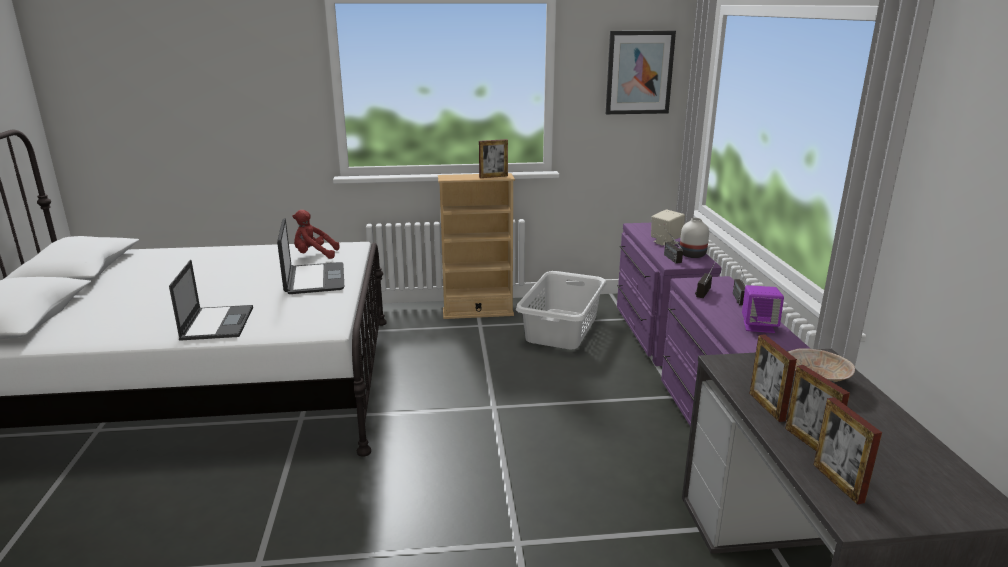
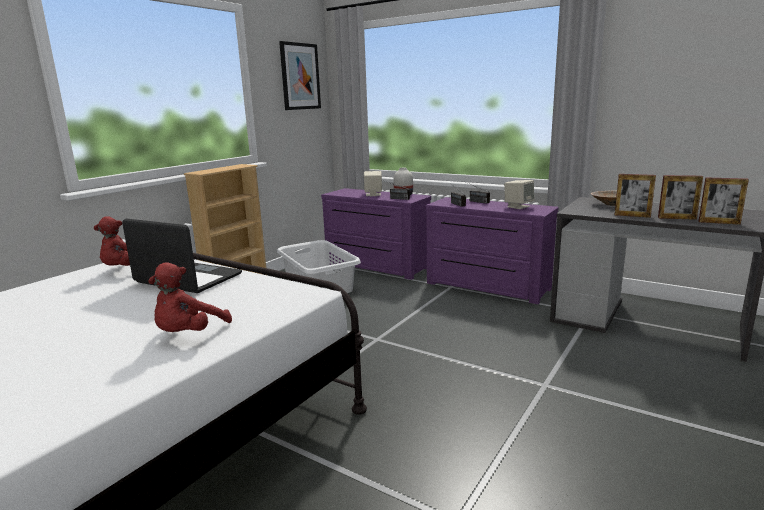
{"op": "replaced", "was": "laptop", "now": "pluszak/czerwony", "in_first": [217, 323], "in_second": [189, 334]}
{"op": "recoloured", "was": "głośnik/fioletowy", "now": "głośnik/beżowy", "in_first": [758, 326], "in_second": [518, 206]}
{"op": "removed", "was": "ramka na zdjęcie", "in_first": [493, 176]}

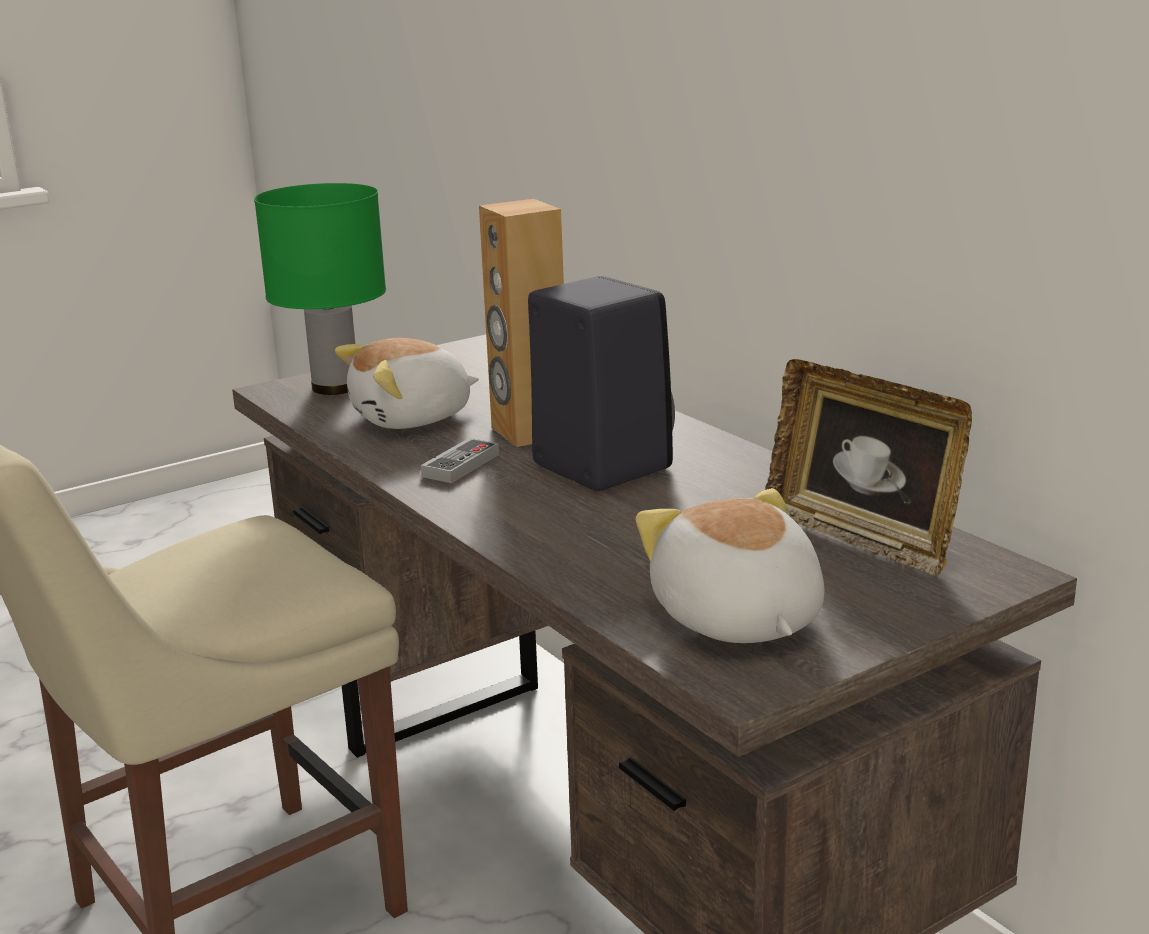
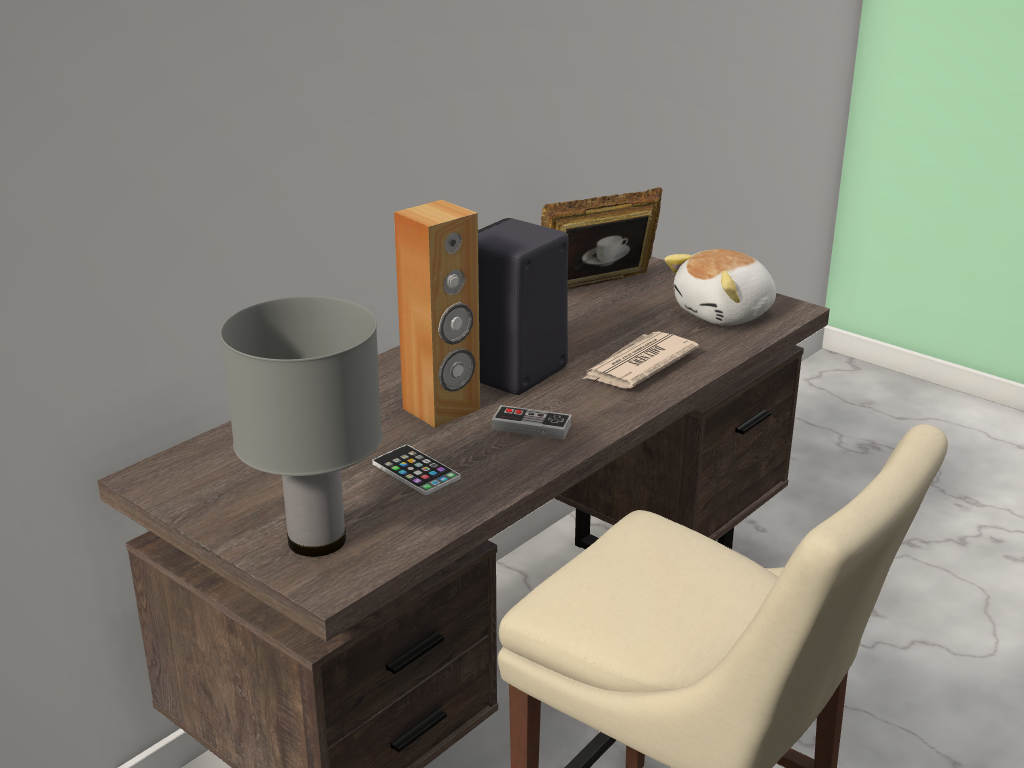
{"op": "recoloured", "was": "lampa stołowa/zielony", "now": "lampa stołowa/szary", "in_first": [336, 387], "in_second": [318, 539]}
{"op": "replaced", "was": "pluszak", "now": "telefon", "in_first": [413, 418], "in_second": [416, 471]}
{"op": "turned", "was": "ramka na zdjęcie", "in_first": [861, 537], "in_second": [597, 290], "clockwise": -150}
{"op": "added", "now": "gazeta", "in_second": [638, 365]}

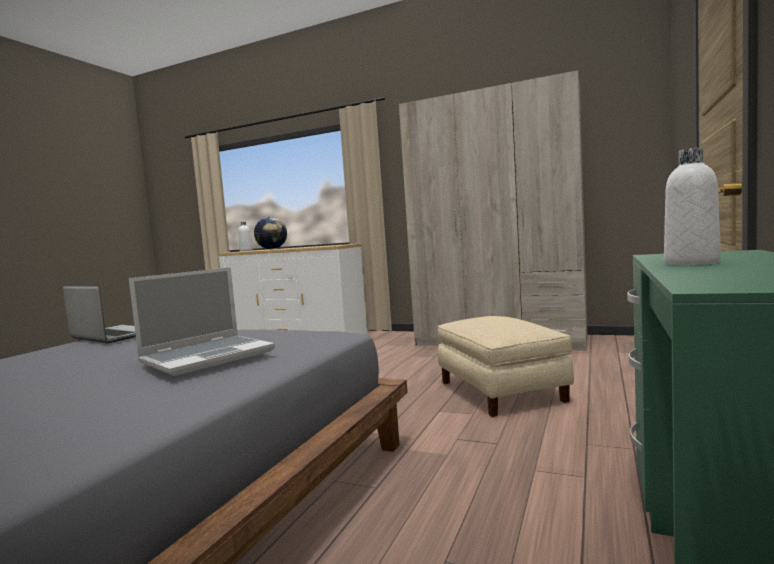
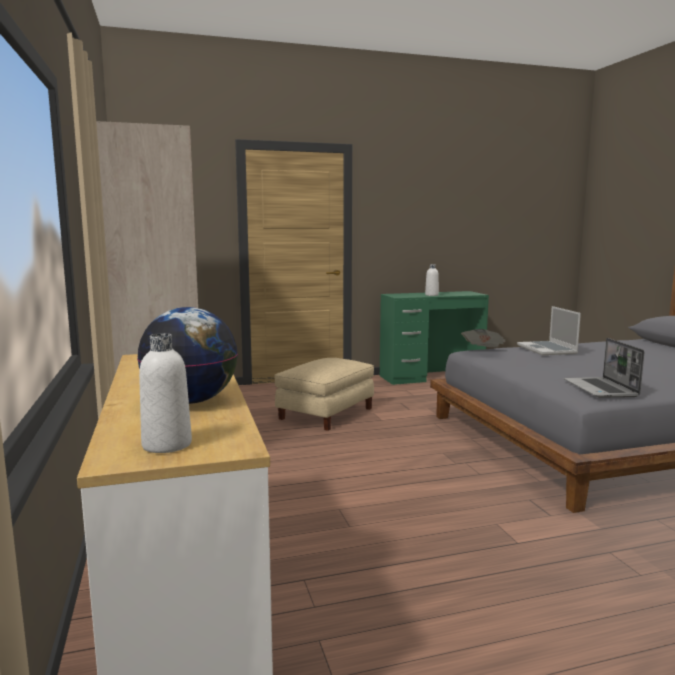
{"op": "added", "now": "gazeta", "in_second": [483, 350]}
{"op": "turned", "was": "laptop", "in_first": [208, 356], "in_second": [547, 349], "clockwise": -105}

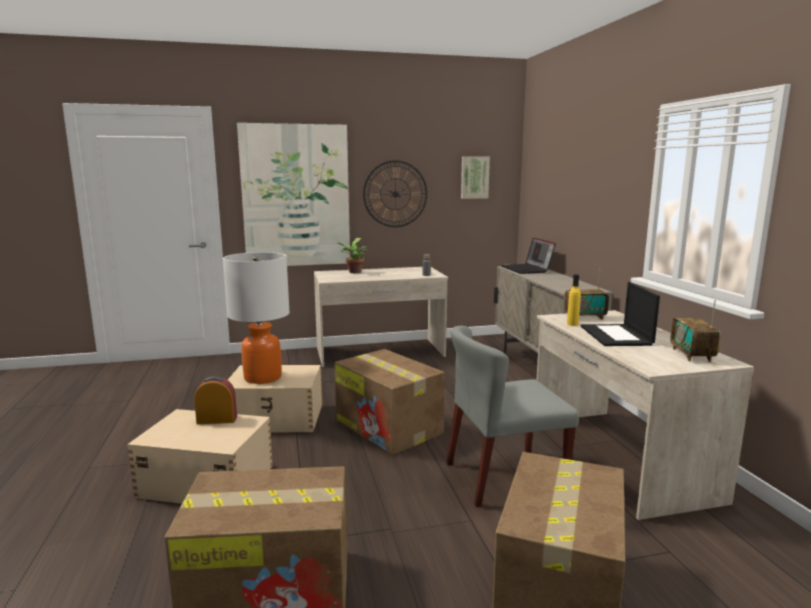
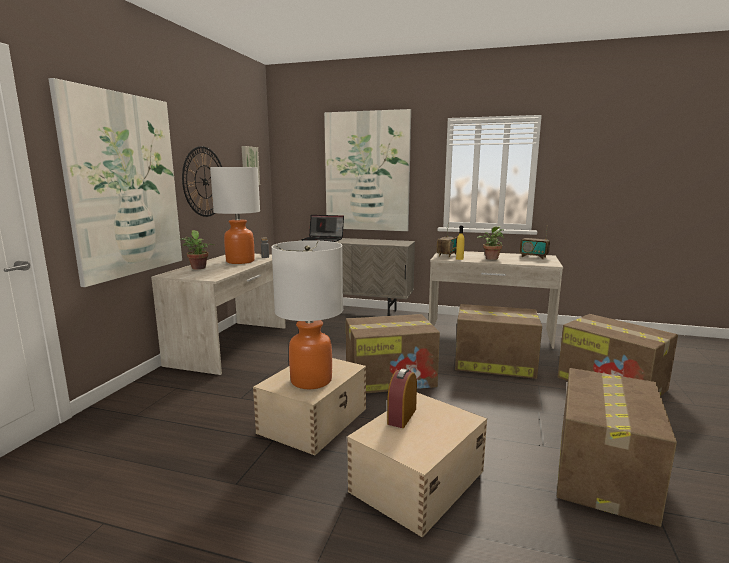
{"op": "added", "now": "lampa stołowa", "in_second": [240, 261]}
{"op": "added", "now": "obraz", "in_second": [367, 172]}
{"op": "replaced", "was": "krzesło/szary", "now": "karton", "in_first": [503, 477], "in_second": [493, 363]}
{"op": "replaced", "was": "laptop", "now": "roślina doniczkowa", "in_first": [616, 336], "in_second": [491, 258]}

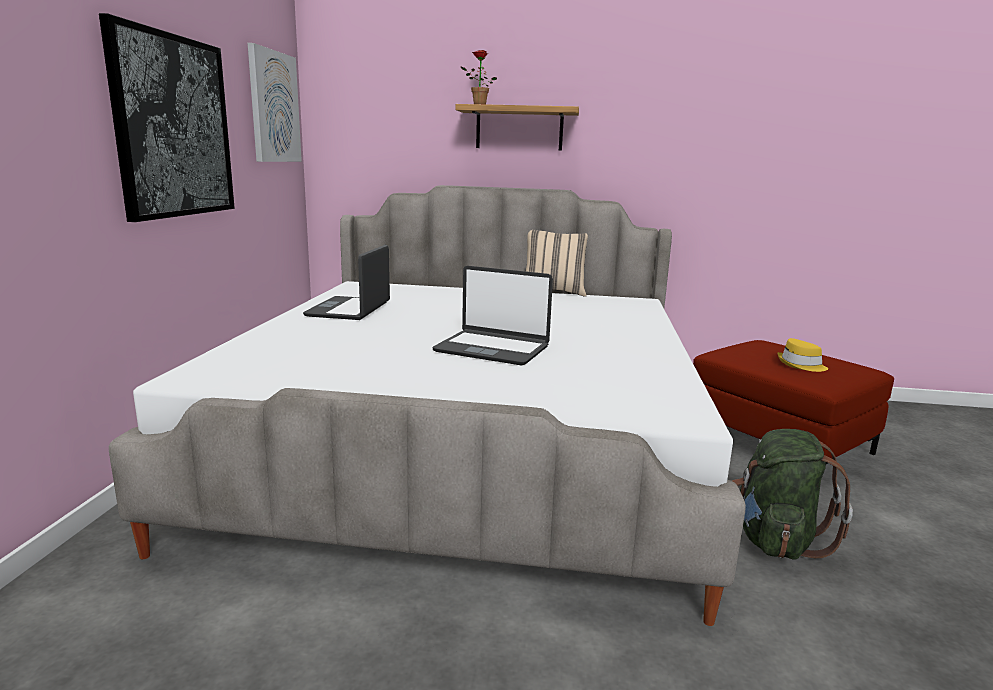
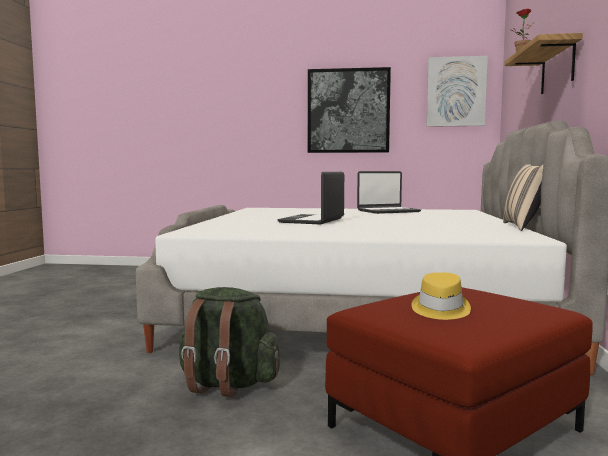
{"op": "turned", "was": "laptop", "in_first": [350, 310], "in_second": [388, 211], "clockwise": 150}

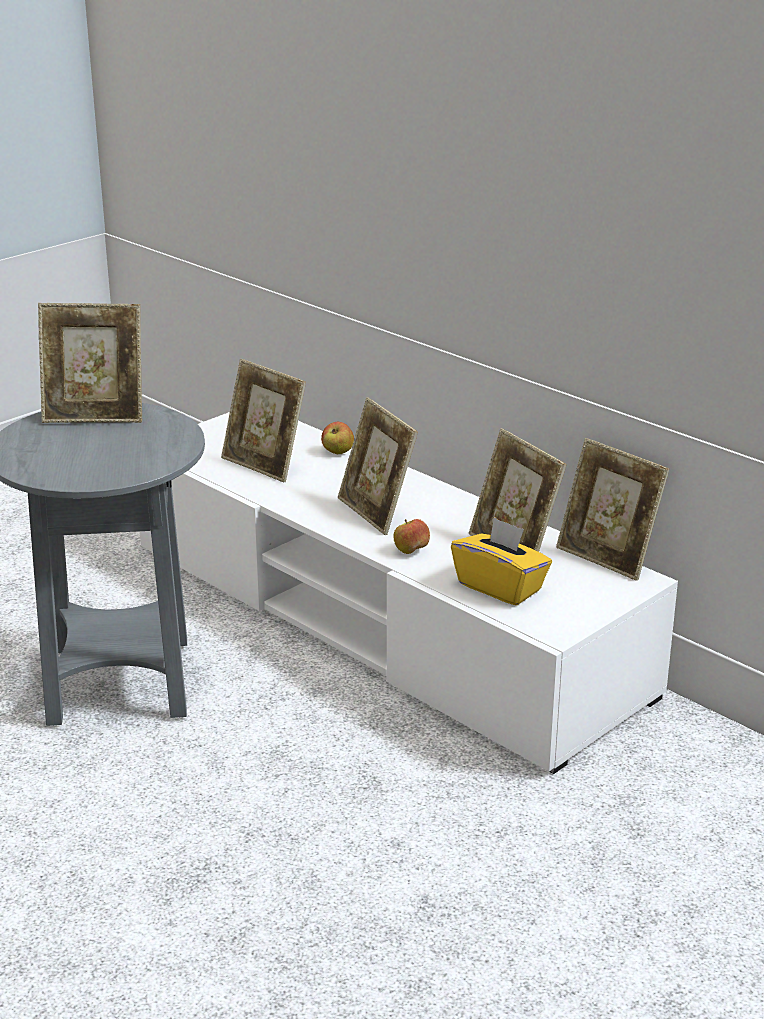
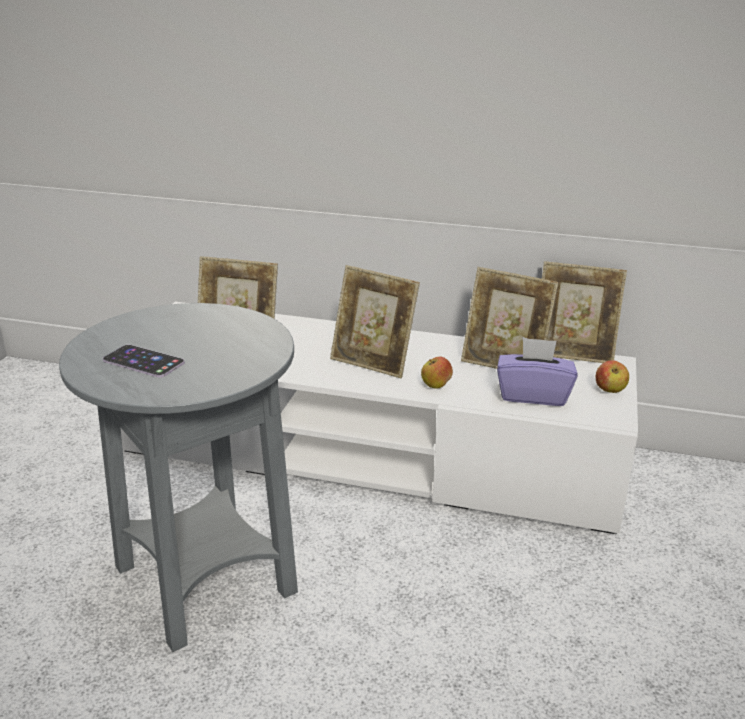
{"op": "added", "now": "telefon", "in_second": [143, 361]}
{"op": "recoloured", "was": "pudełko chusteczek/żółty", "now": "pudełko chusteczek/fioletowy", "in_first": [500, 587], "in_second": [533, 395]}
{"op": "moved", "was": "jabłko", "in_first": [337, 452], "in_second": [610, 390]}
{"op": "removed", "was": "ramka na zdjęcie", "in_first": [95, 415]}

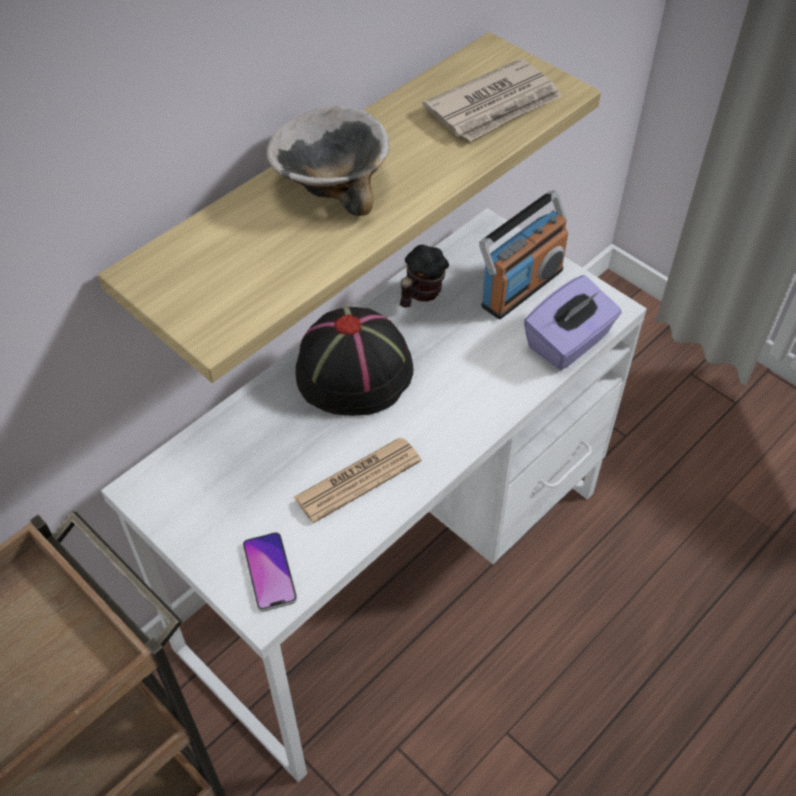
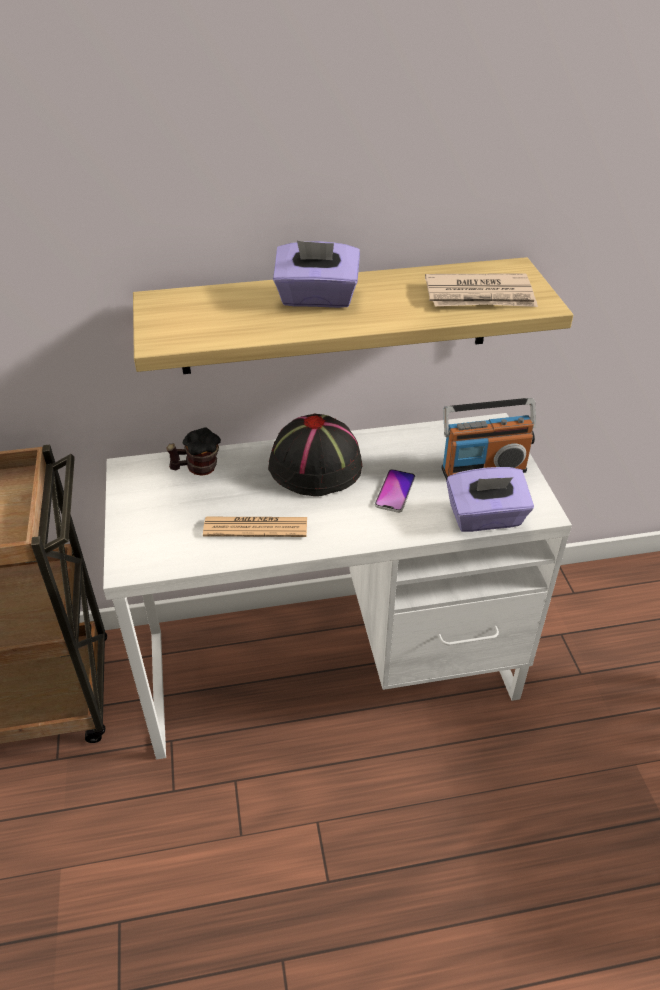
{"op": "moved", "was": "kubek", "in_first": [420, 295], "in_second": [197, 469]}
{"op": "replaced", "was": "miska", "now": "pudełko chusteczek/fioletowy", "in_first": [331, 185], "in_second": [317, 298]}
{"op": "moved", "was": "telefon", "in_first": [269, 572], "in_second": [395, 491]}

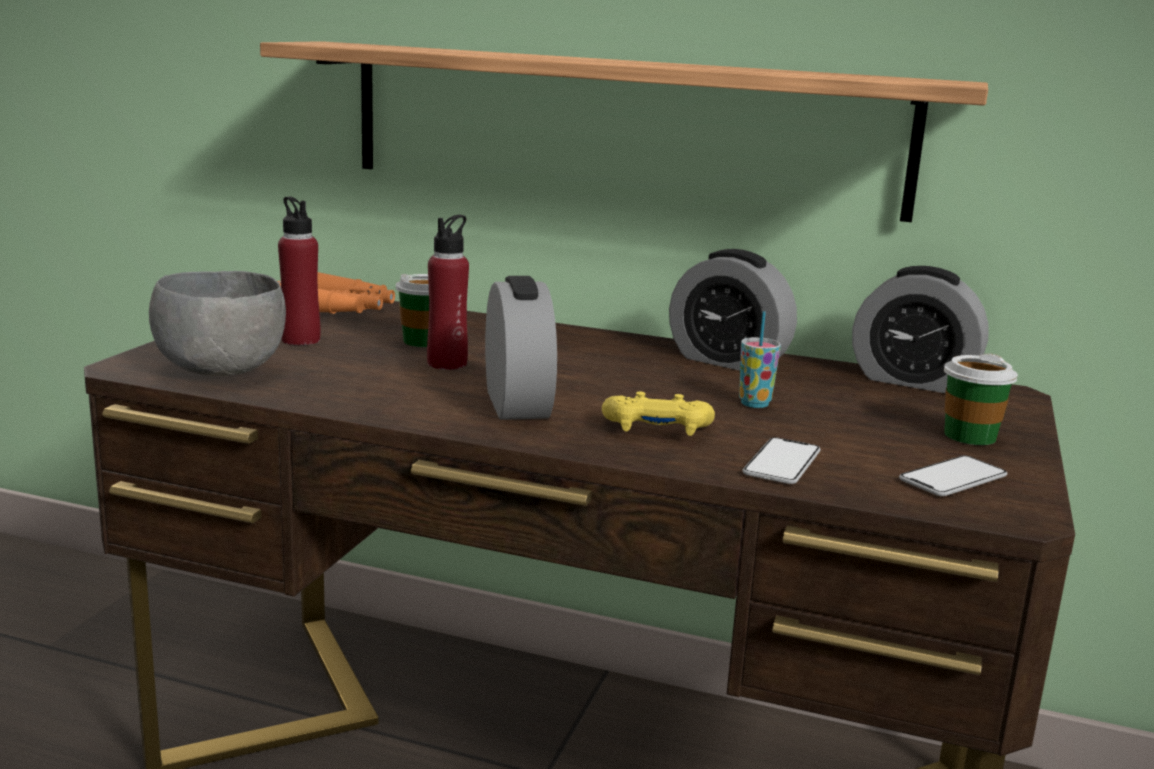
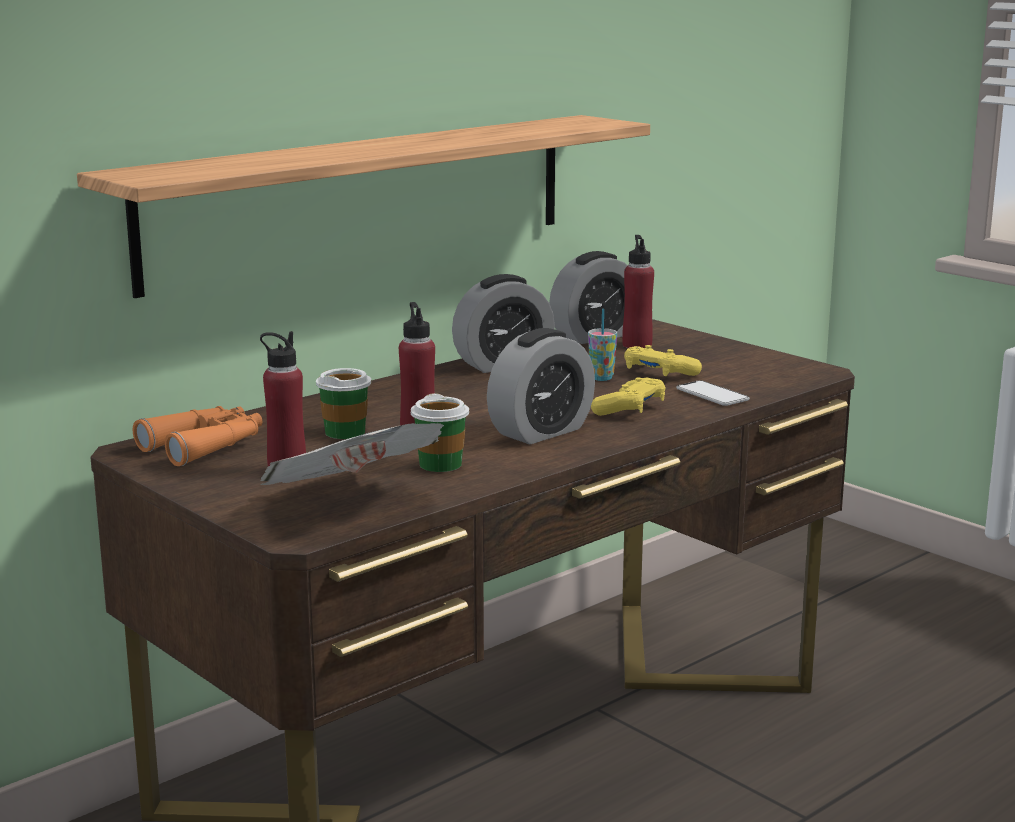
{"op": "replaced", "was": "miska/szary", "now": "gazeta", "in_first": [222, 370], "in_second": [352, 504]}
{"op": "moved", "was": "filiżanka", "in_first": [969, 436], "in_second": [440, 464]}
{"op": "turned", "was": "budzik", "in_first": [517, 404], "in_second": [541, 432], "clockwise": 120}
{"op": "added", "now": "butelka/czerwony", "in_second": [637, 345]}
{"op": "added", "now": "pad do gier/żółty", "in_second": [658, 373]}
{"op": "removed", "was": "telefon", "in_first": [953, 479]}

